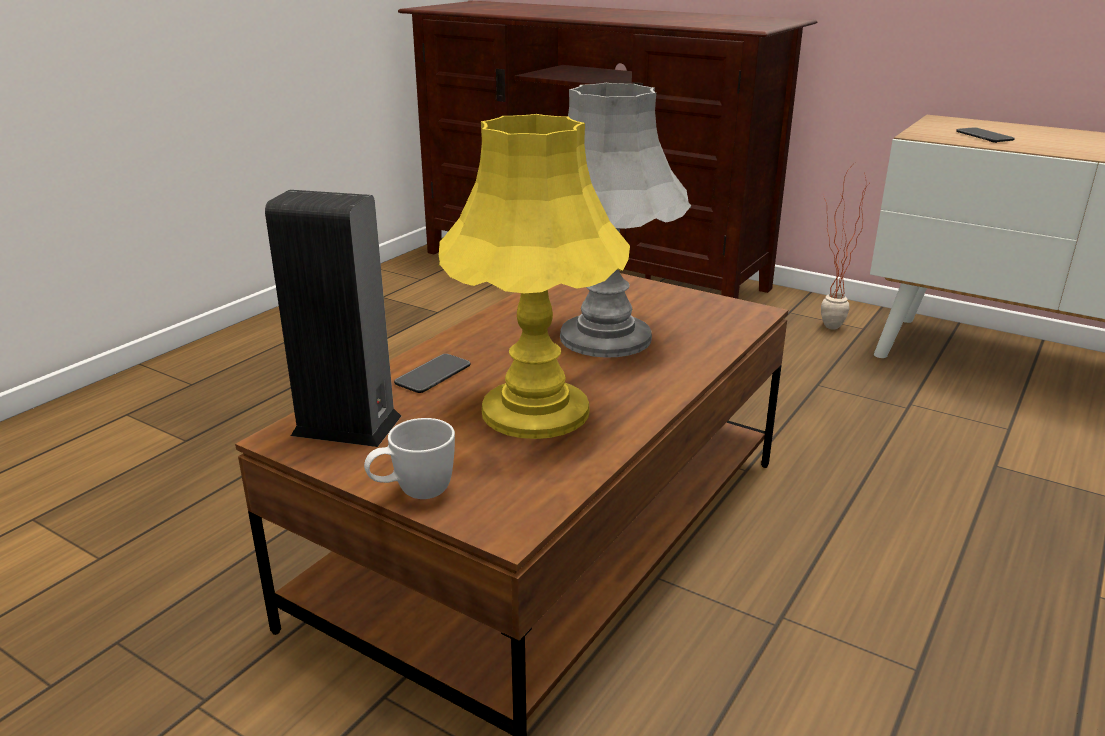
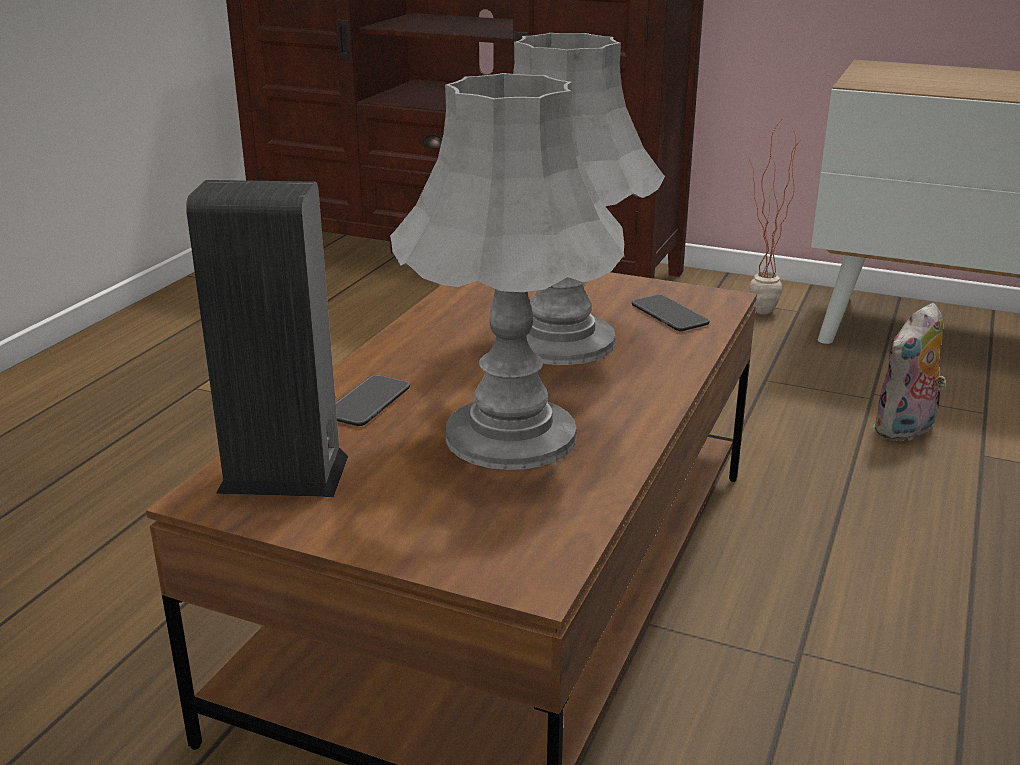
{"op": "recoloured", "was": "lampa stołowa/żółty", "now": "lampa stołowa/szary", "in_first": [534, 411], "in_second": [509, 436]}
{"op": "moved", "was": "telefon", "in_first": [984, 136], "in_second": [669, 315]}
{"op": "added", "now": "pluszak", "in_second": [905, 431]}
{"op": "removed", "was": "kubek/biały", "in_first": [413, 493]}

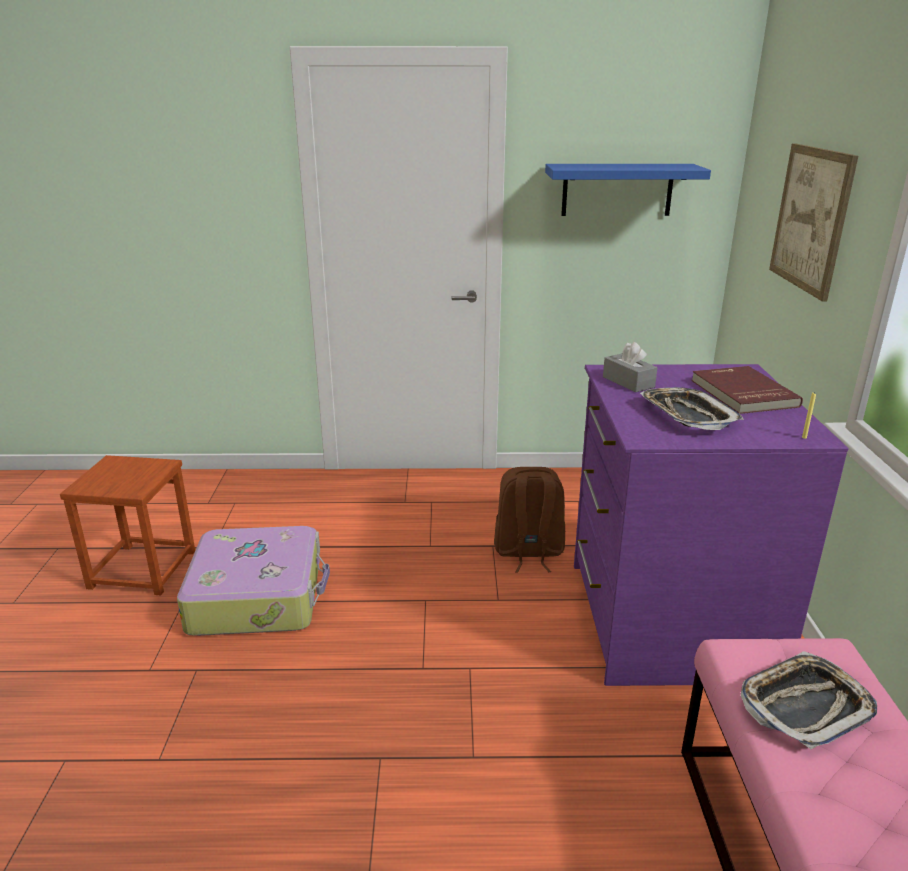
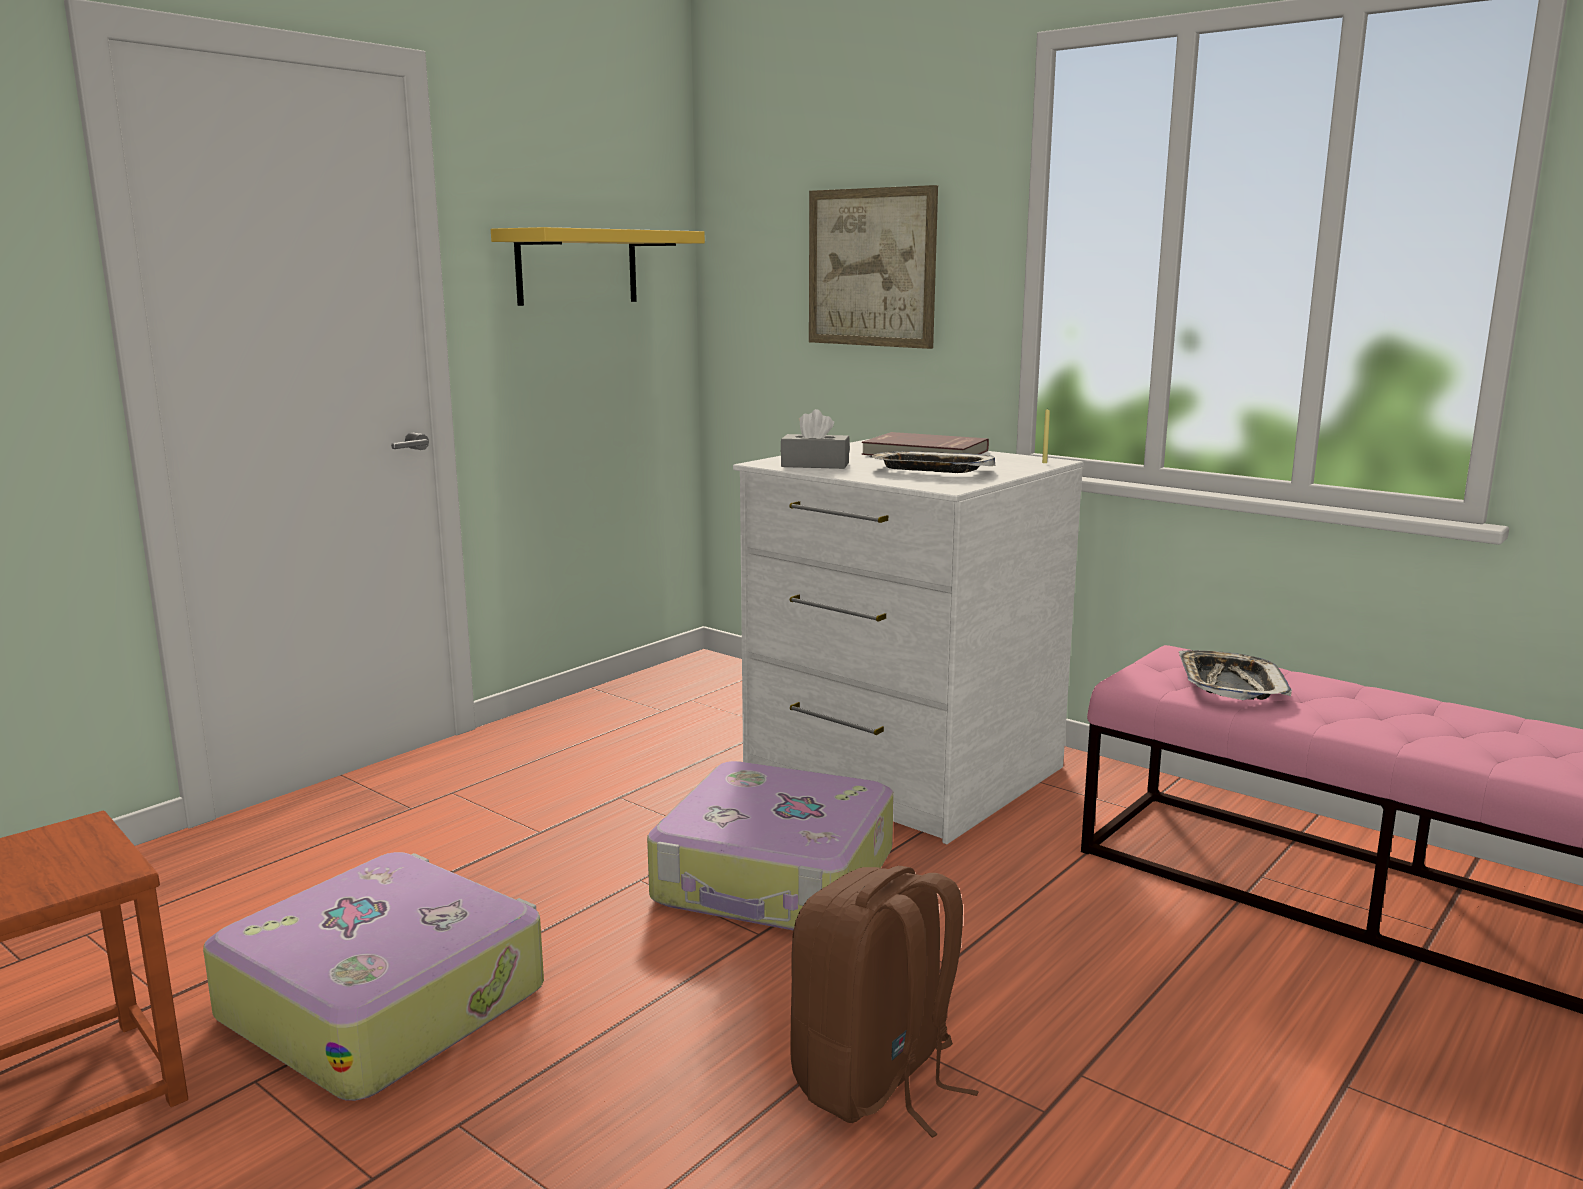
{"op": "recoloured", "was": "półka/niebieski", "now": "półka/żółty", "in_first": [617, 190], "in_second": [577, 267]}
{"op": "added", "now": "walizka", "in_second": [776, 878]}
{"op": "recoloured", "was": "komoda/fioletowy", "now": "komoda/biały", "in_first": [666, 619], "in_second": [900, 772]}
{"op": "moved", "was": "plecak/brązowy", "in_first": [528, 552], "in_second": [876, 1082]}

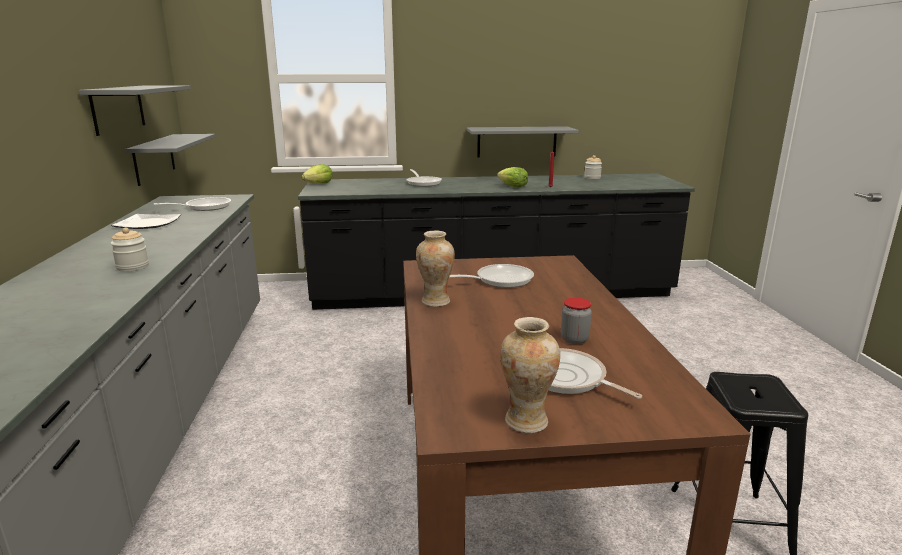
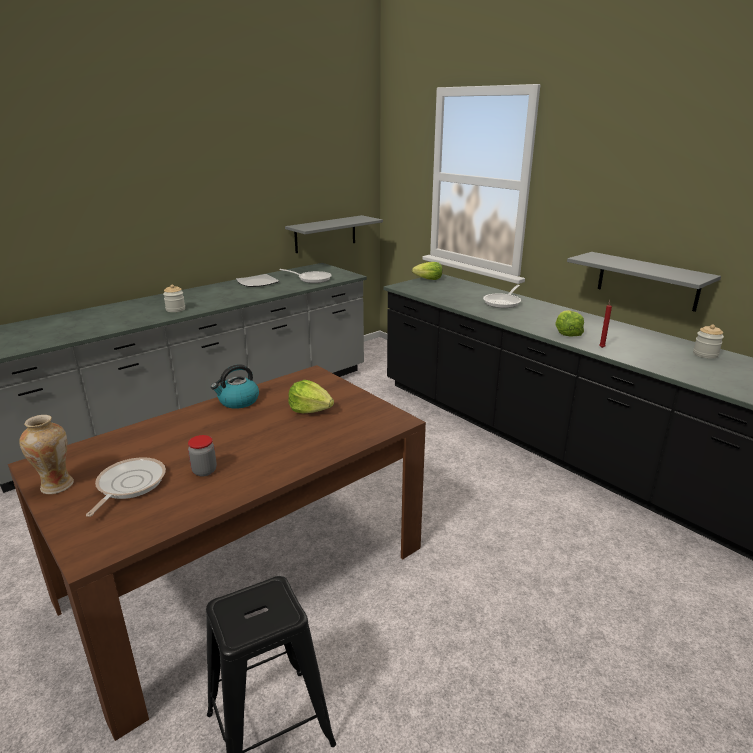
{"op": "replaced", "was": "wazon", "now": "czajnik", "in_first": [435, 301], "in_second": [238, 401]}
{"op": "replaced", "was": "patelnia", "now": "sałata", "in_first": [499, 280], "in_second": [310, 409]}
{"op": "removed", "was": "półka/szary", "in_first": [118, 108]}

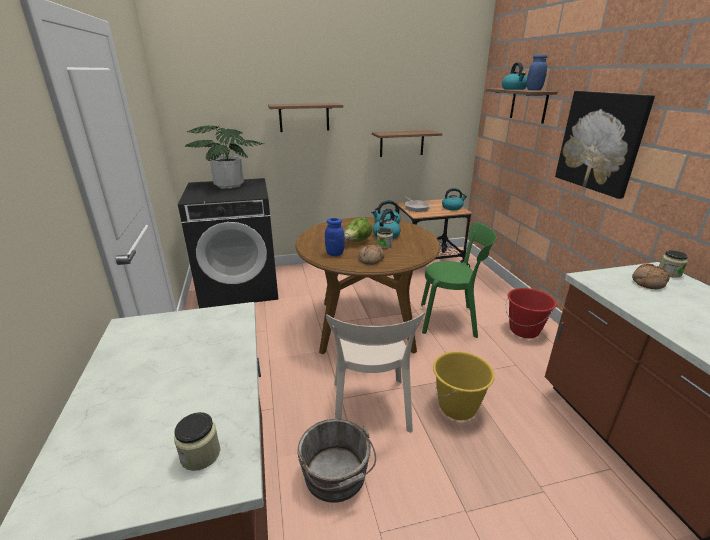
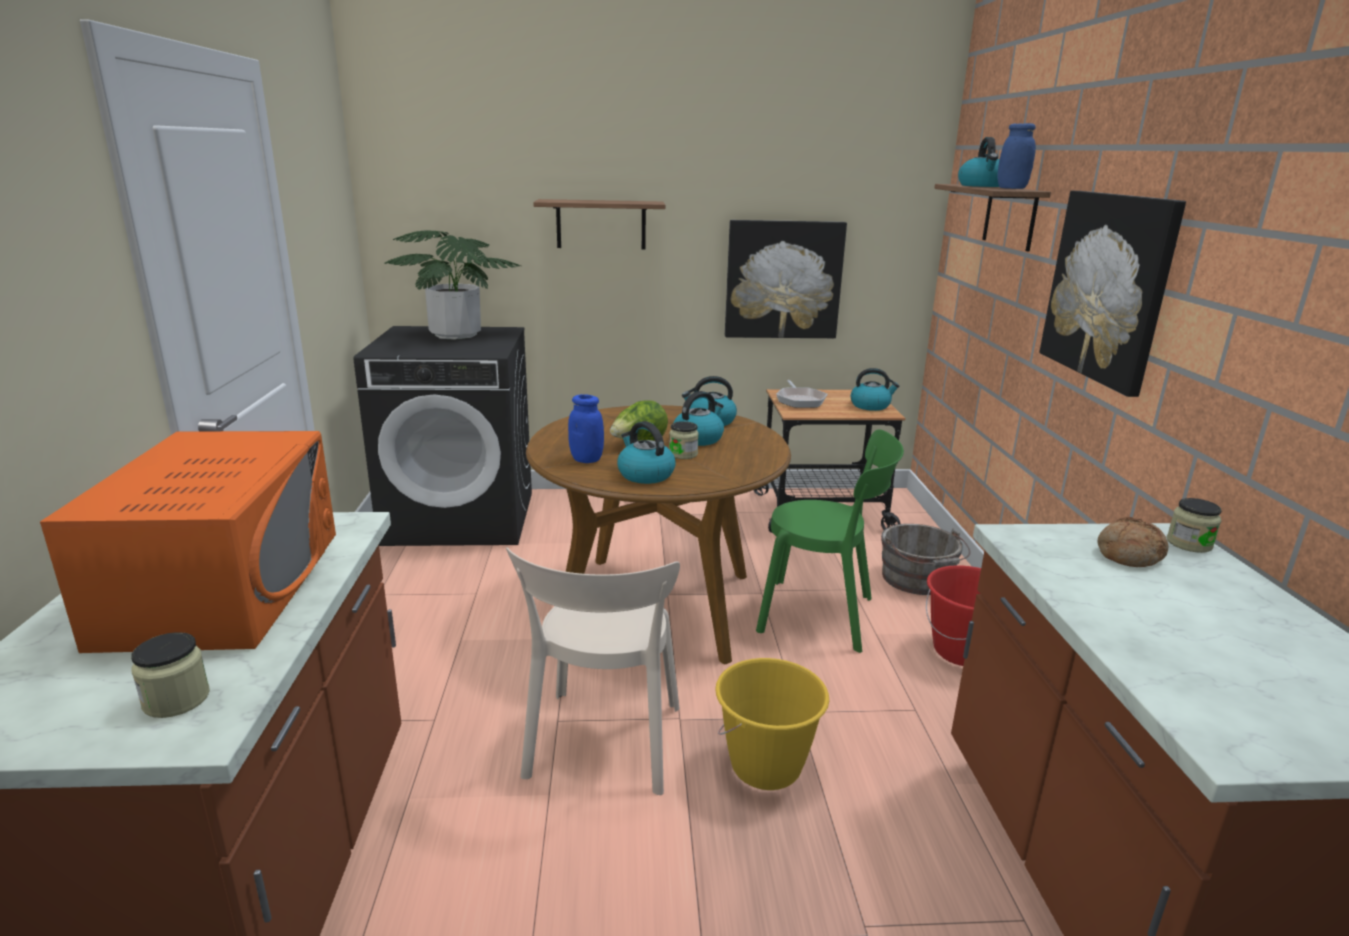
{"op": "added", "now": "mikrofalówka/pomarańczowy", "in_second": [225, 586]}
{"op": "replaced", "was": "chleb", "now": "czajnik", "in_first": [371, 260], "in_second": [645, 474]}
{"op": "replaced", "was": "półka", "now": "obraz", "in_first": [402, 143], "in_second": [783, 280]}
{"op": "moved", "was": "wiadro/szary", "in_first": [336, 477], "in_second": [918, 580]}

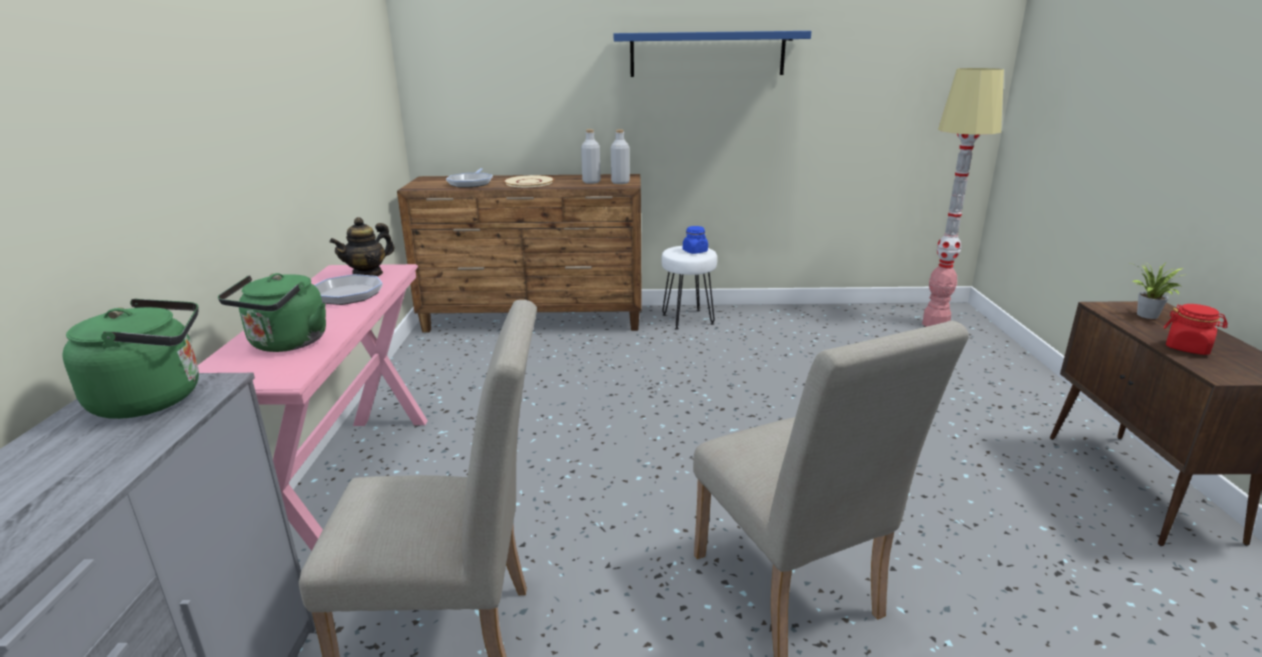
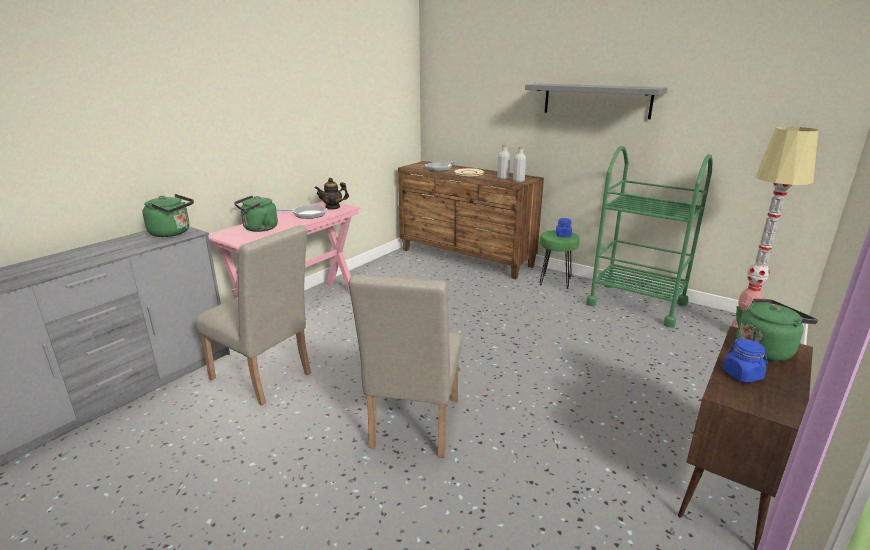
{"op": "recoloured", "was": "półka/niebieski", "now": "półka/szary", "in_first": [707, 54], "in_second": [596, 100]}
{"op": "recoloured", "was": "stołek/biały", "now": "stołek/zielony", "in_first": [687, 319], "in_second": [555, 281]}
{"op": "added", "now": "wózek/zielony", "in_second": [636, 304]}
{"op": "recoloured", "was": "słoik/czerwony", "now": "słoik/niebieski", "in_first": [1187, 348], "in_second": [742, 375]}
{"op": "replaced", "was": "roślina doniczkowa", "now": "czajnik/zielony", "in_first": [1147, 316], "in_second": [765, 350]}

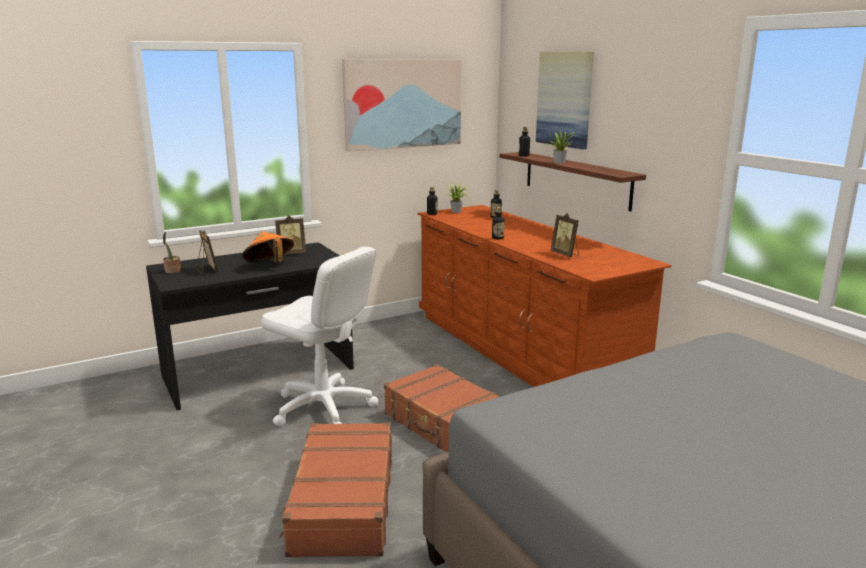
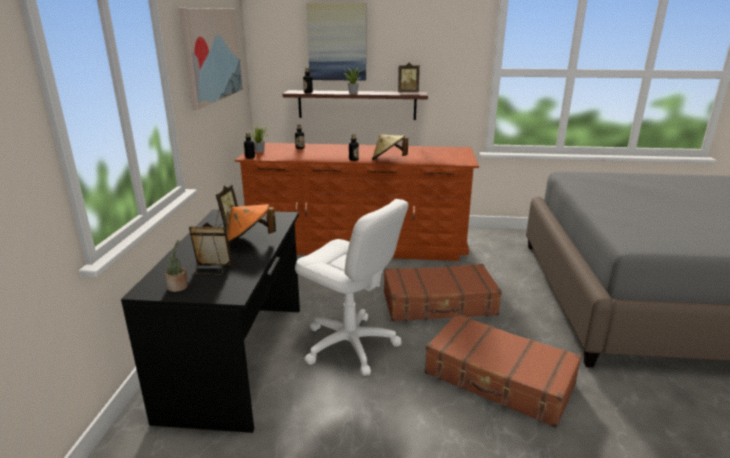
{"op": "turned", "was": "krzesło biurowe/biały", "in_first": [323, 408], "in_second": [350, 345], "clockwise": 60}
{"op": "added", "now": "kapelusz/beżowy", "in_second": [388, 160]}
{"op": "moved", "was": "ramka na zdjęcie", "in_first": [565, 254], "in_second": [408, 93]}

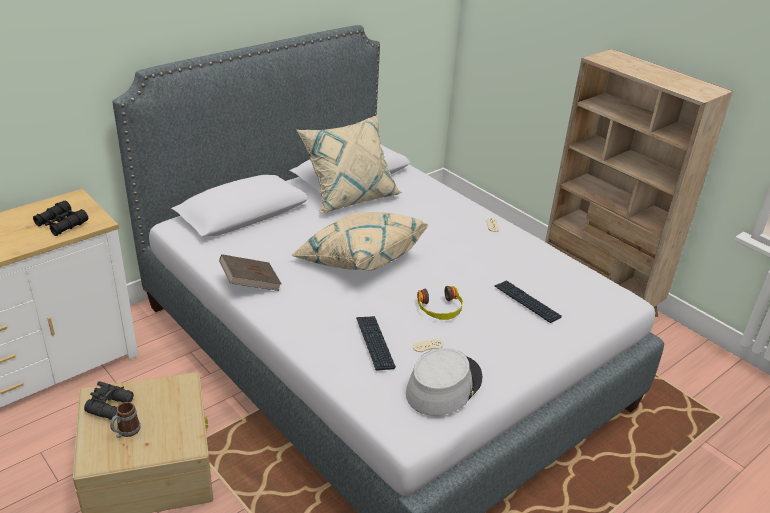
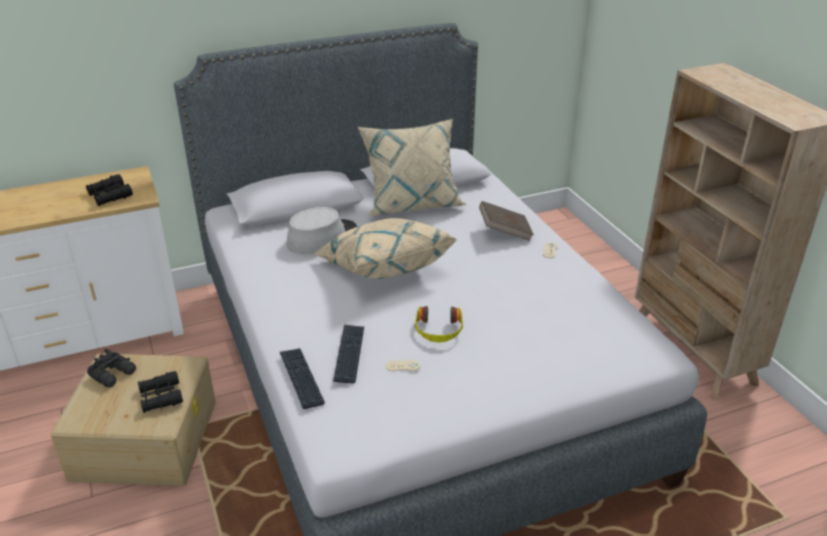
{"op": "added", "now": "lornetka/czarny", "in_second": [161, 397]}
{"op": "moved", "was": "klawiatura", "in_first": [527, 302], "in_second": [301, 378]}
{"op": "moved", "was": "kapelusz/szary", "in_first": [443, 385], "in_second": [322, 237]}
{"op": "moved", "was": "książka/brązowy", "in_first": [250, 284], "in_second": [505, 232]}
{"op": "removed", "was": "kubek", "in_first": [126, 432]}

